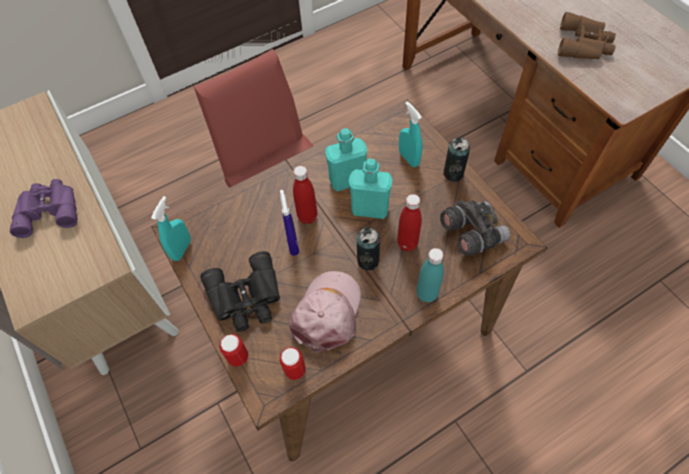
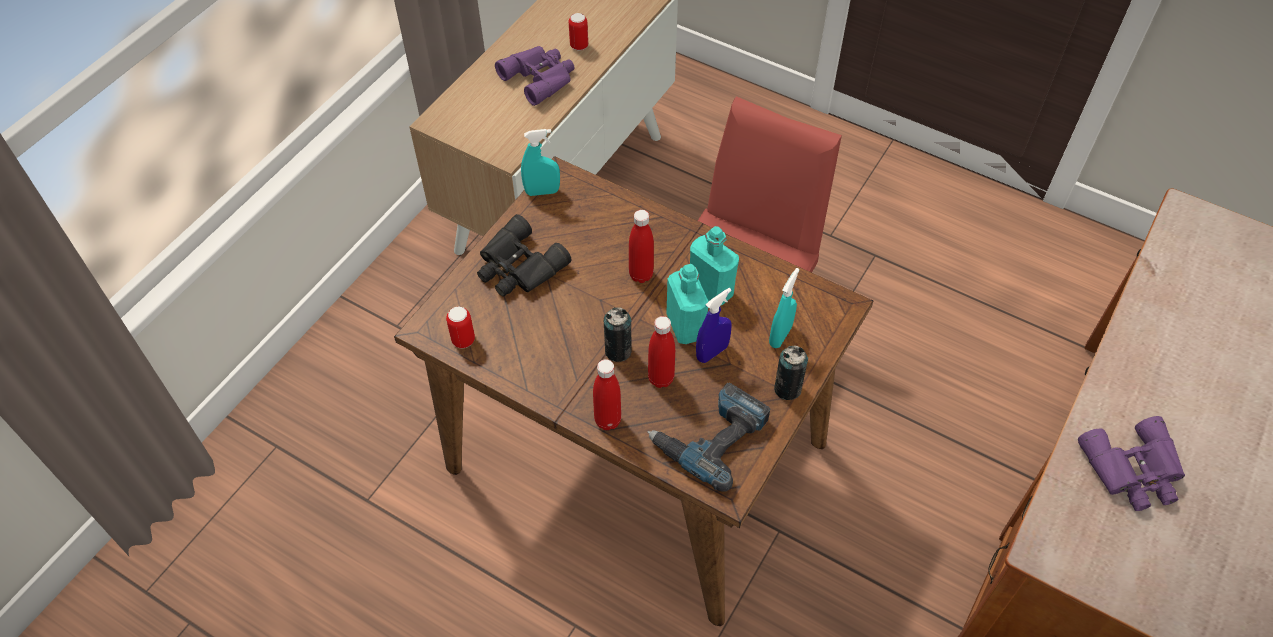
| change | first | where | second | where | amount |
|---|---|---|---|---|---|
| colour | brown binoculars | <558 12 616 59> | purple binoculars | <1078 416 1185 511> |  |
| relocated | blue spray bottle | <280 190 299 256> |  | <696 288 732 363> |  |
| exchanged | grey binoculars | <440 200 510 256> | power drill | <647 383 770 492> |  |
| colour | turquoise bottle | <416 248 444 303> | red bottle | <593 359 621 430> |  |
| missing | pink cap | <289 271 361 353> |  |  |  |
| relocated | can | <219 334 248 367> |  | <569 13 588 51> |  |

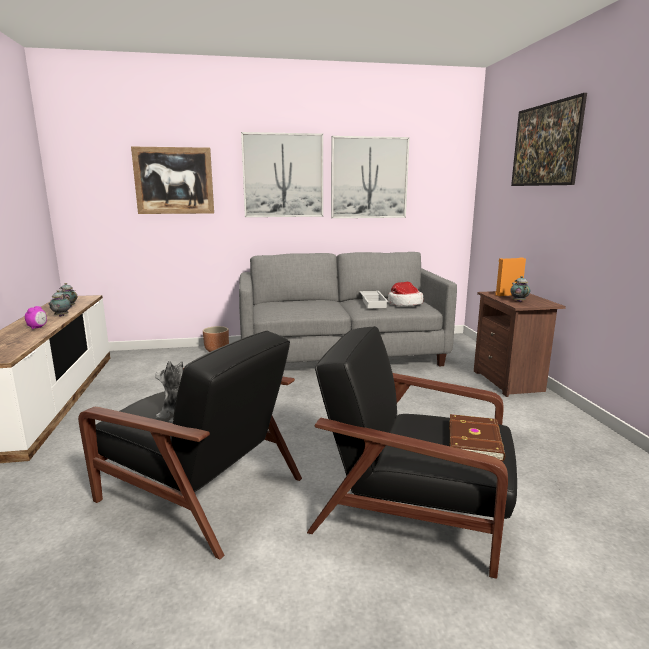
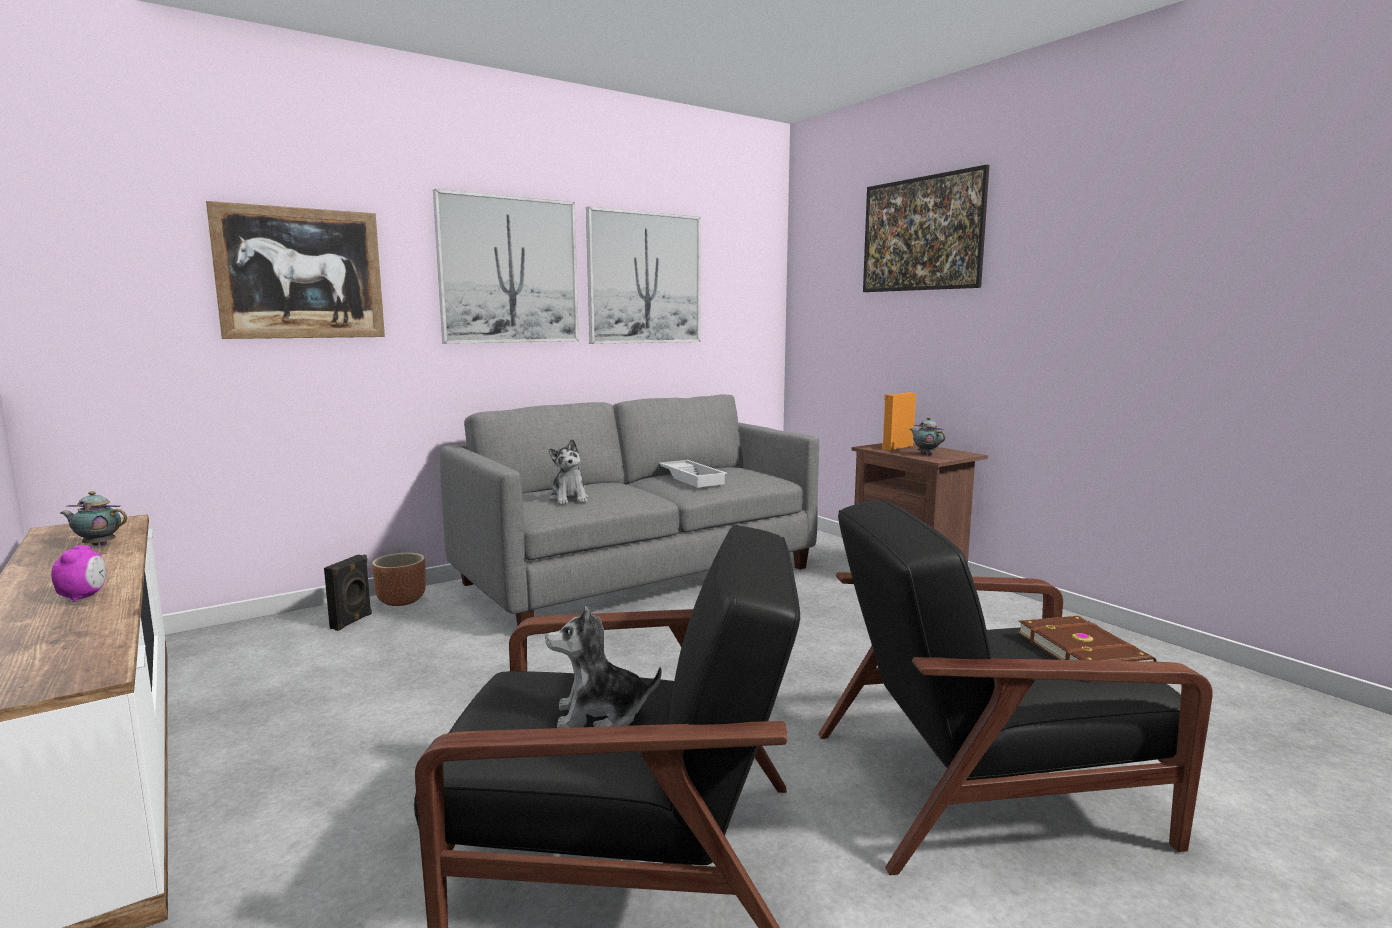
| change | first | where | second | where | amount |
|---|---|---|---|---|---|
| missing | hat | <388 282 423 306> |  |  |  |
| missing | teapot | <48 290 71 317> |  |  |  |
| appeared |  |  | plush toy | <549 439 588 505> |  |
| appeared |  |  | black speaker | <324 555 372 631> |  |

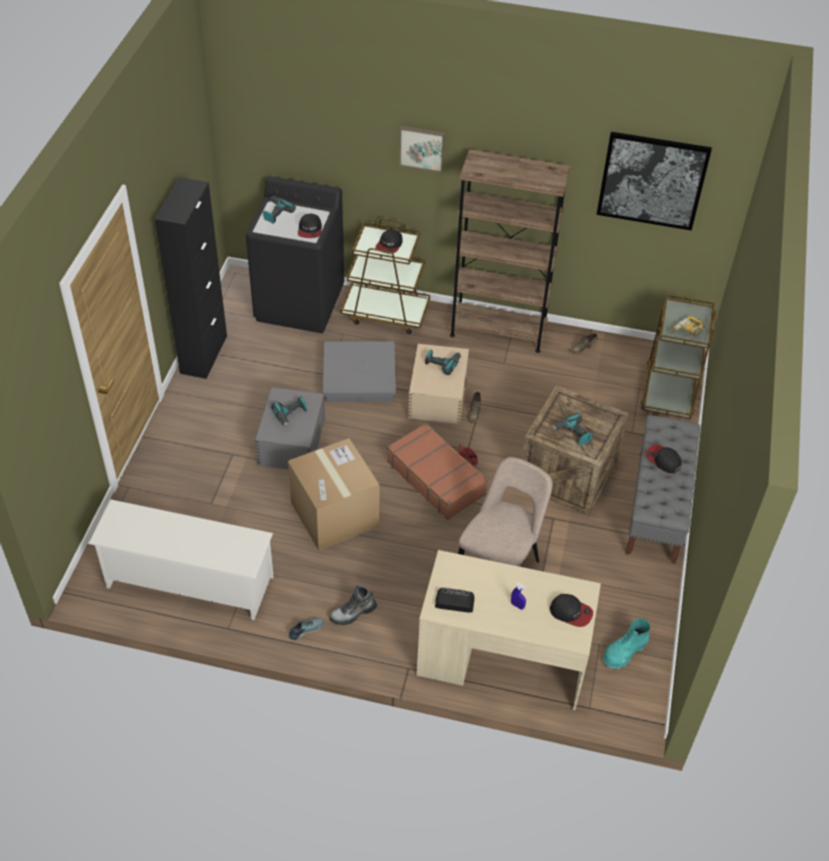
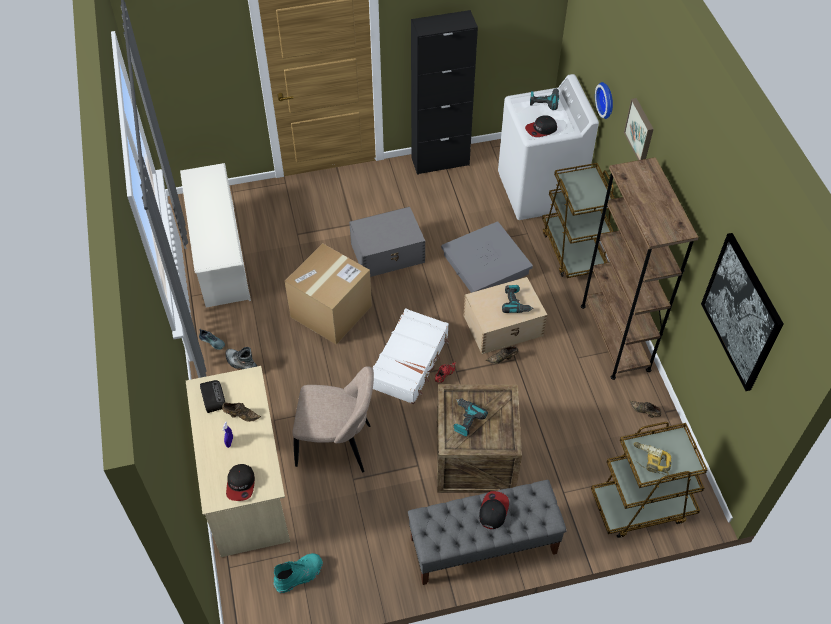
| change | first | where | second | where | amount |
|---|---|---|---|---|---|
| colour | black washing machine | <246 176 344 333> | white washing machine | <498 74 599 220> |  |
| missing | cap | <376 229 403 254> |  |  |  |
| missing | power drill | <271 396 307 427> |  |  |  |
| colour | brown suitcase | <387 423 488 520> | white suitcase | <373 308 449 404> |  |
| spun | turquoise boot | <603 618 651 670> |  | <273 553 323 593> | 120 degrees clockwise |
| appeared |  |  | wall clock | <595 82 613 119> |  |
| appeared |  |  | brown shoe | <222 402 261 422> |  |

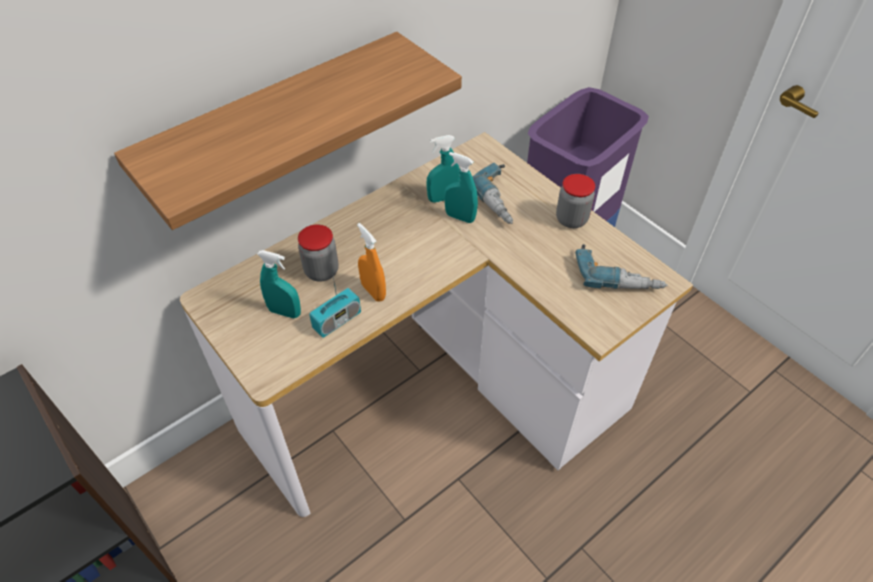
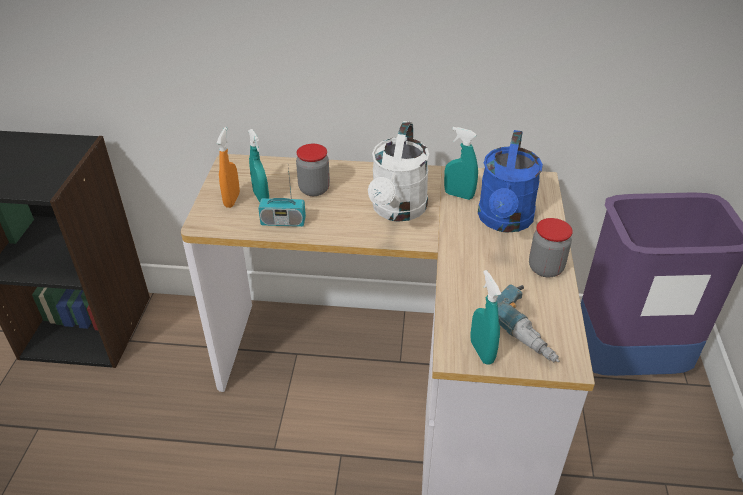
| change | first | where | second | where | amount |
|---|---|---|---|---|---|
| missing | shelf | <114 32 462 230> |  |  |  |
| relocated | turquoise spray bottle | <444 152 478 223> |  | <471 270 501 365> |  |
| exchanged | power drill | <473 163 513 224> | blue watering can | <478 130 543 233> |  |
| relocated | orange spray bottle | <357 223 386 302> |  | <217 127 240 208> |  |
| appeared |  |  | white watering can | <368 121 429 222> |  |

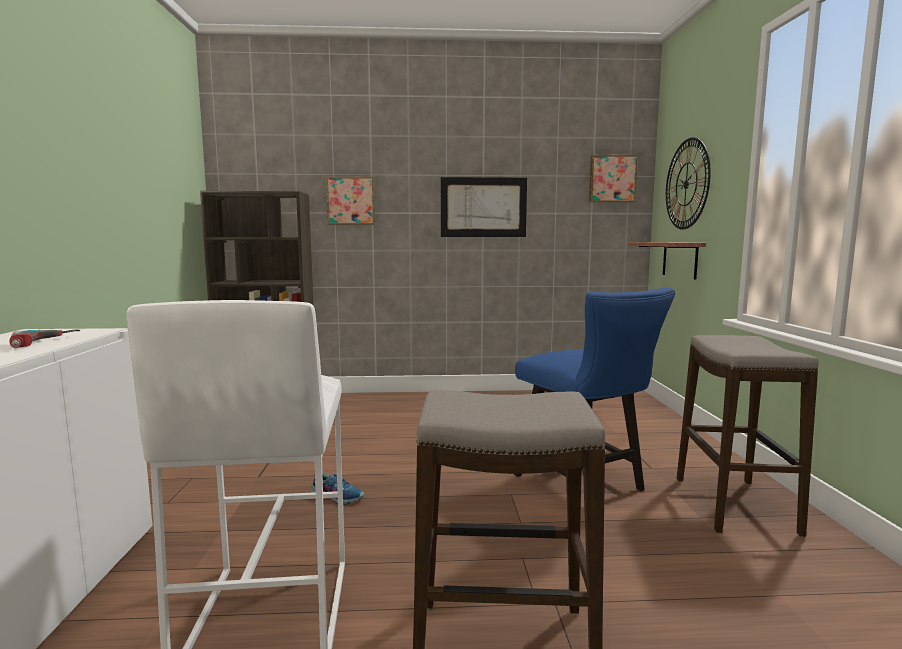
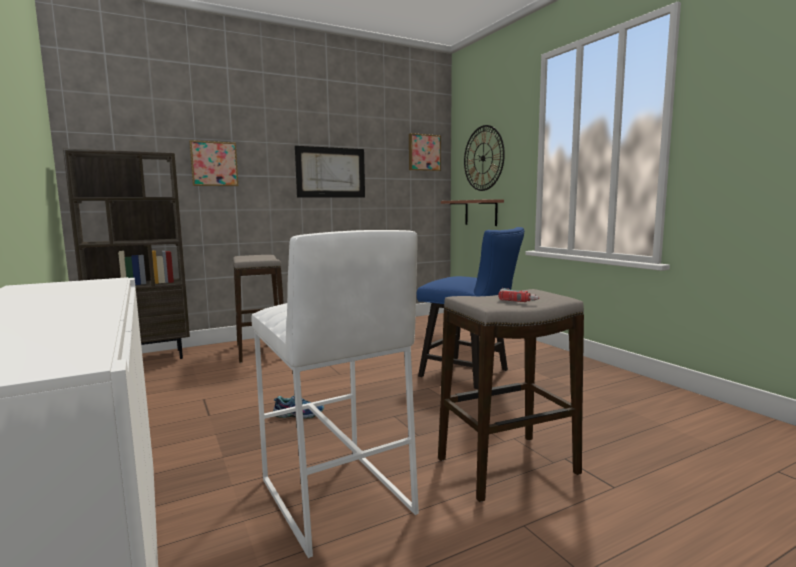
| change | first | where | second | where | amount |
|---|---|---|---|---|---|
| relocated | power drill | <9 330 80 348> |  | <498 288 539 302> |  |
| relocated | stool | <676 335 819 537> |  | <233 255 284 363> |  |

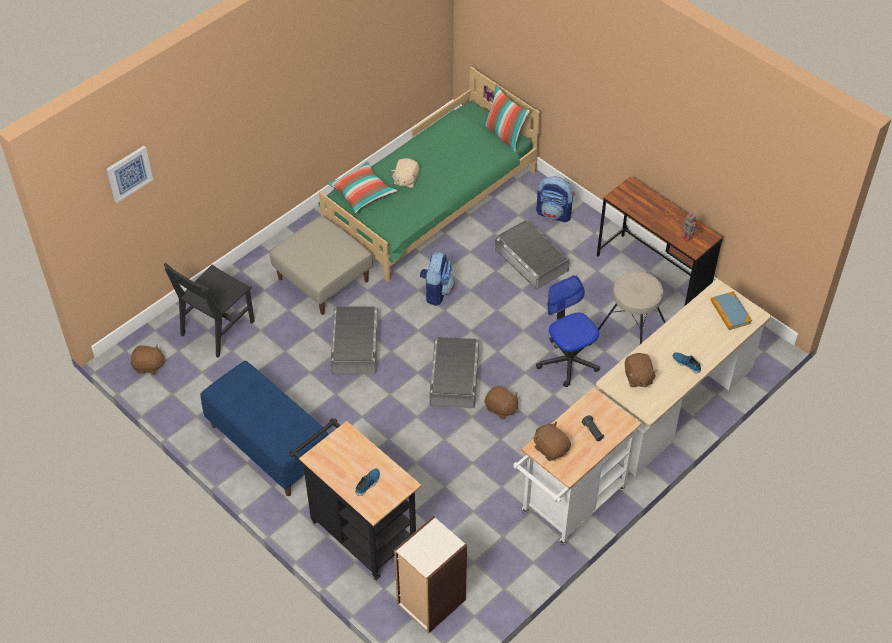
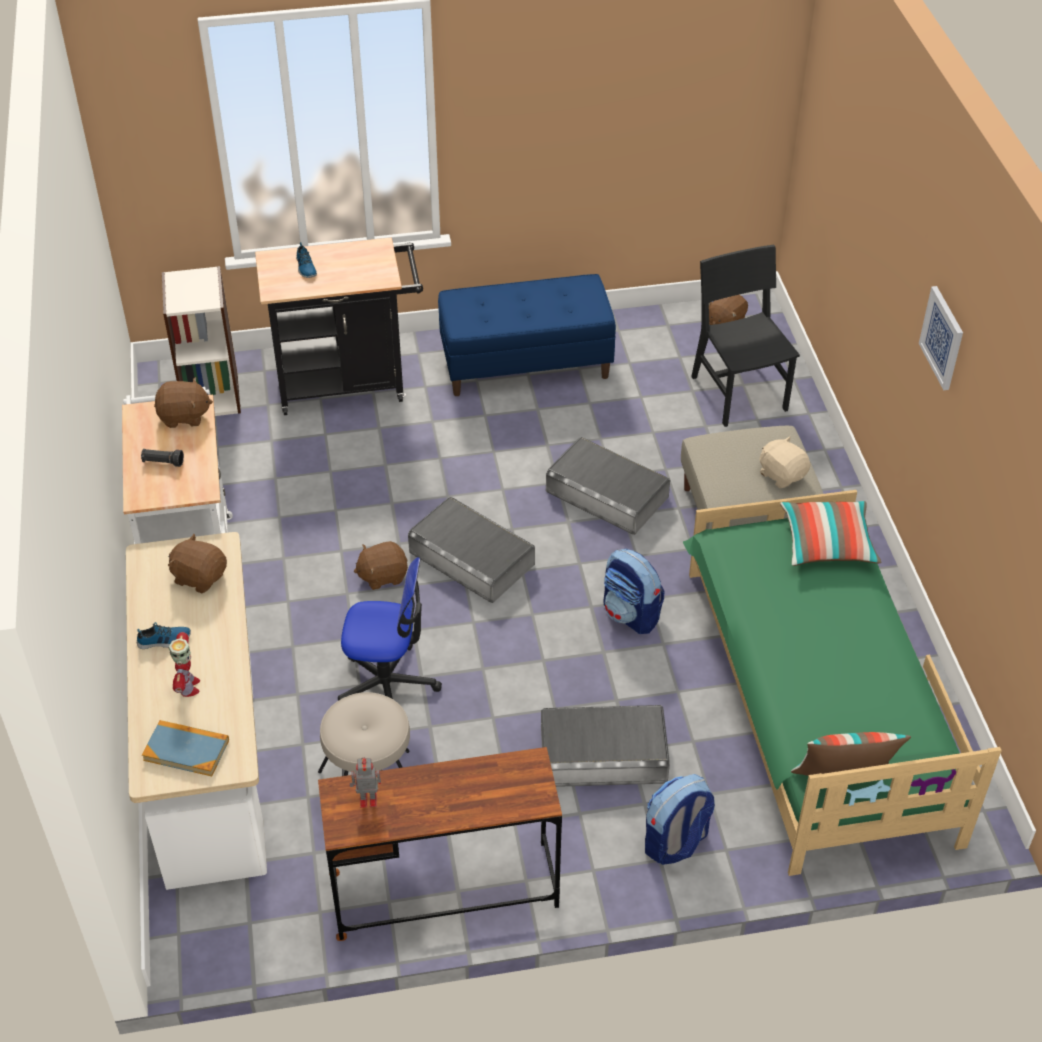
| change | first | where | second | where | amount |
|---|---|---|---|---|---|
| relocated | picture | <107 146 153 203> |  | <919 286 963 390> |  |
| relocated | beige plush toy | <391 158 419 188> |  | <760 436 810 488> |  |
| appeared |  |  | toy robot | <169 632 200 697> |  |

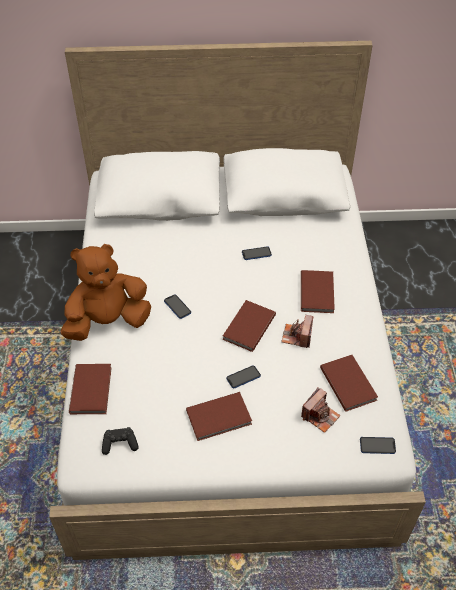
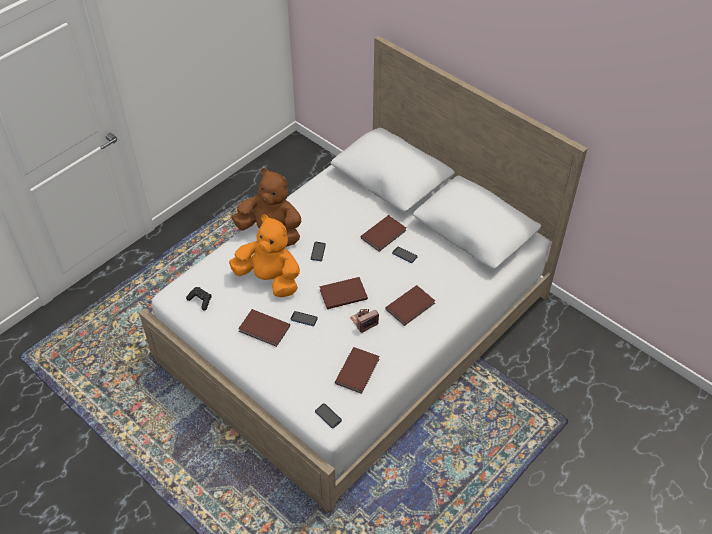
| change | first | where | second | where | amount |
|---|---|---|---|---|---|
| relocated | brown book | <69 364 112 414> |  | <361 215 406 252> |  |
| missing | photo camera | <301 387 340 433> |  |  |  |
| appeared |  |  | orange plush toy | <229 215 300 297> |  |

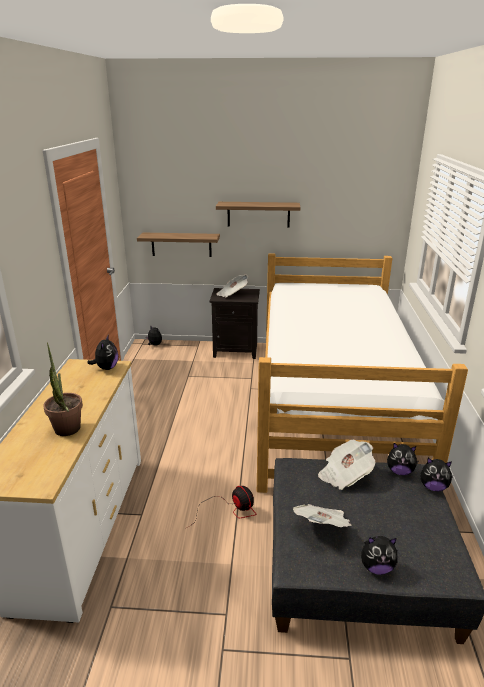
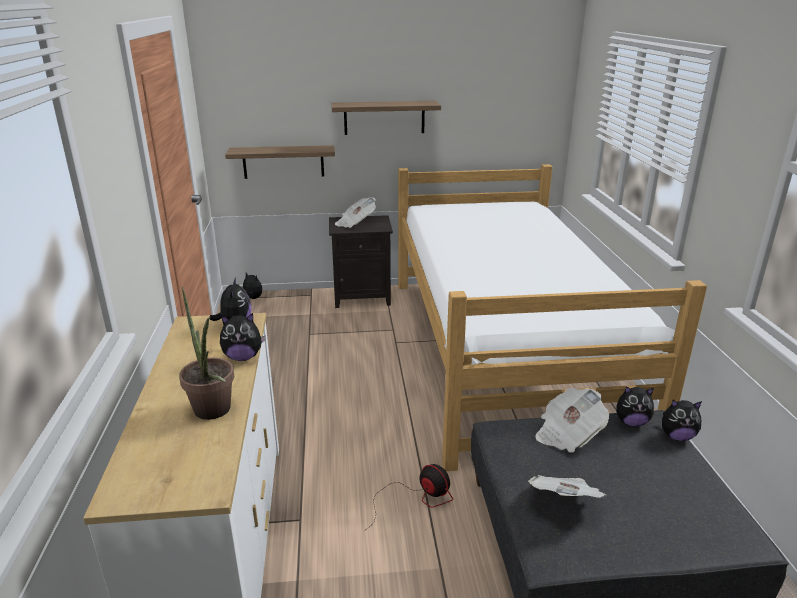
| change | first | where | second | where | amount |
|---|---|---|---|---|---|
| relocated | plush toy | <361 536 397 575> |  | <220 313 266 361> |  |

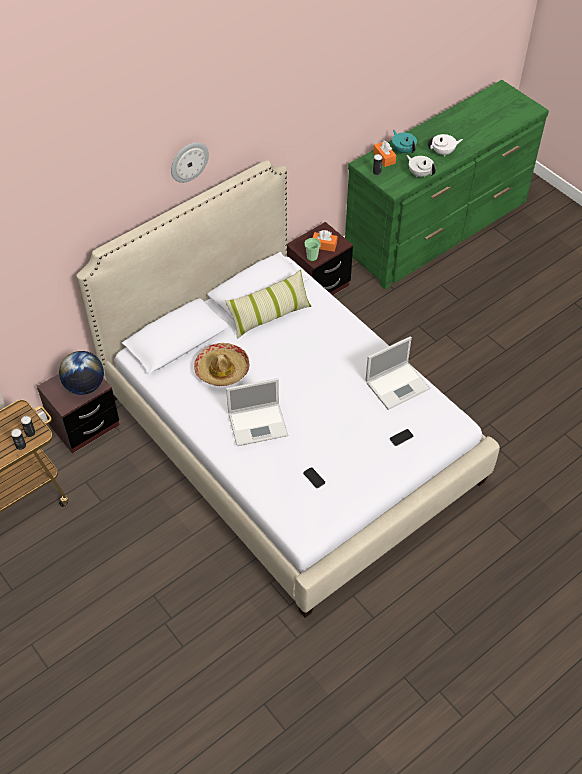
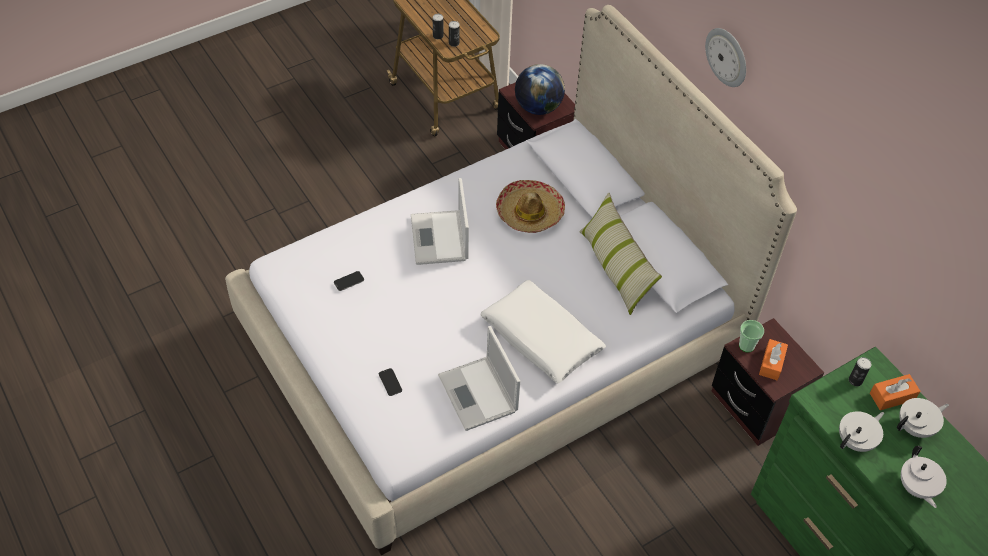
| change | first | where | second | where | amount |
|---|---|---|---|---|---|
| colour | turquoise teapot | <392 130 417 154> | white teapot | <897 398 949 438> |  |
| appeared |  |  | white pillow | <481 280 606 383> |  |

